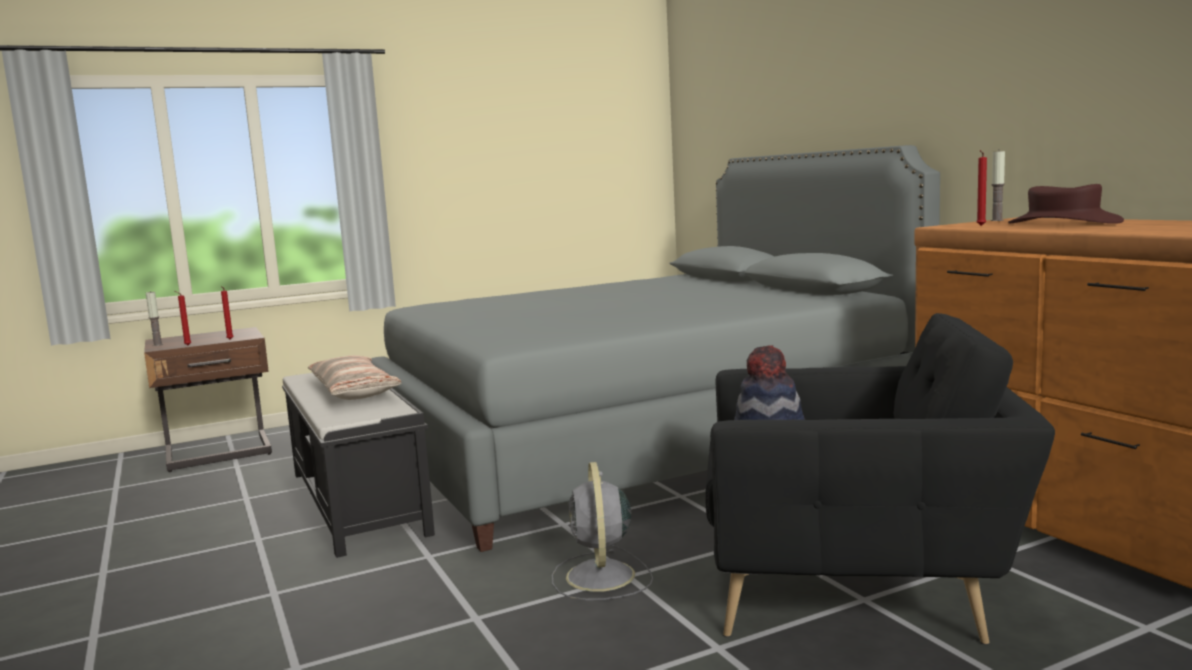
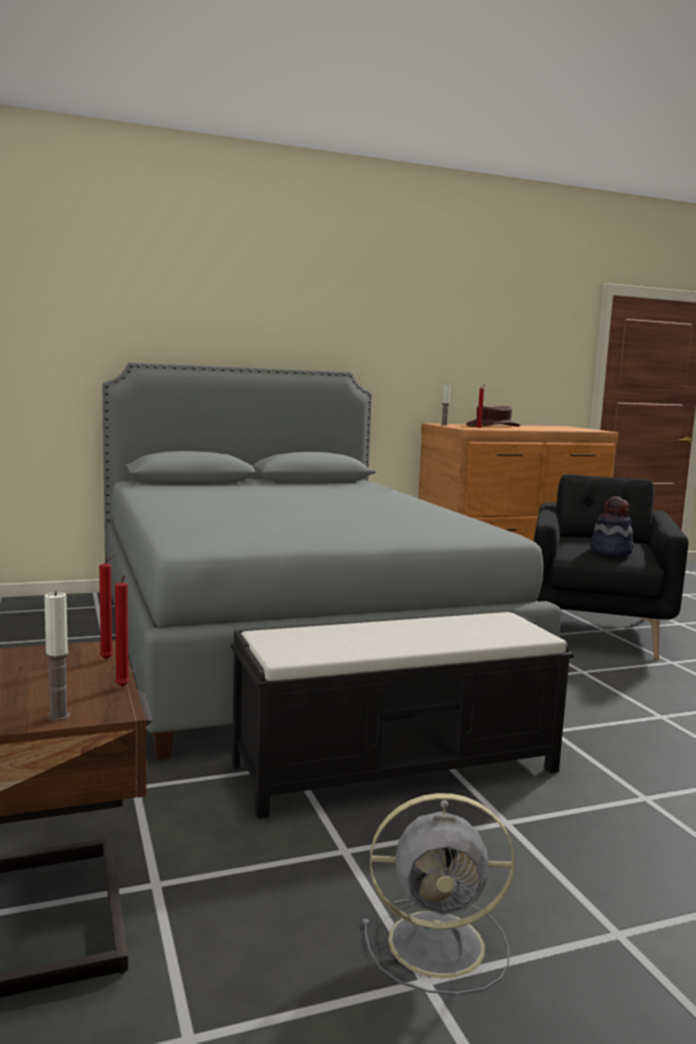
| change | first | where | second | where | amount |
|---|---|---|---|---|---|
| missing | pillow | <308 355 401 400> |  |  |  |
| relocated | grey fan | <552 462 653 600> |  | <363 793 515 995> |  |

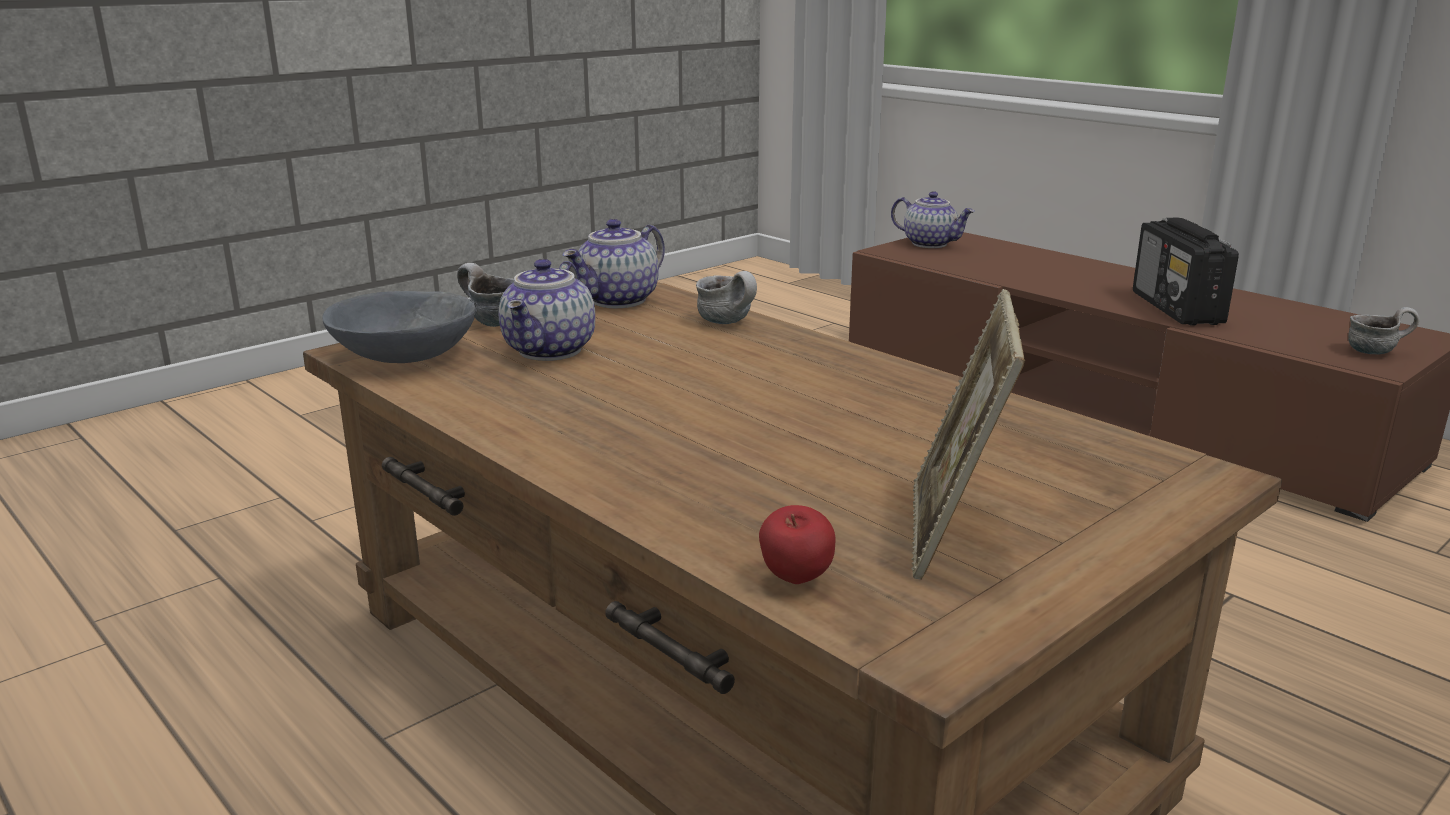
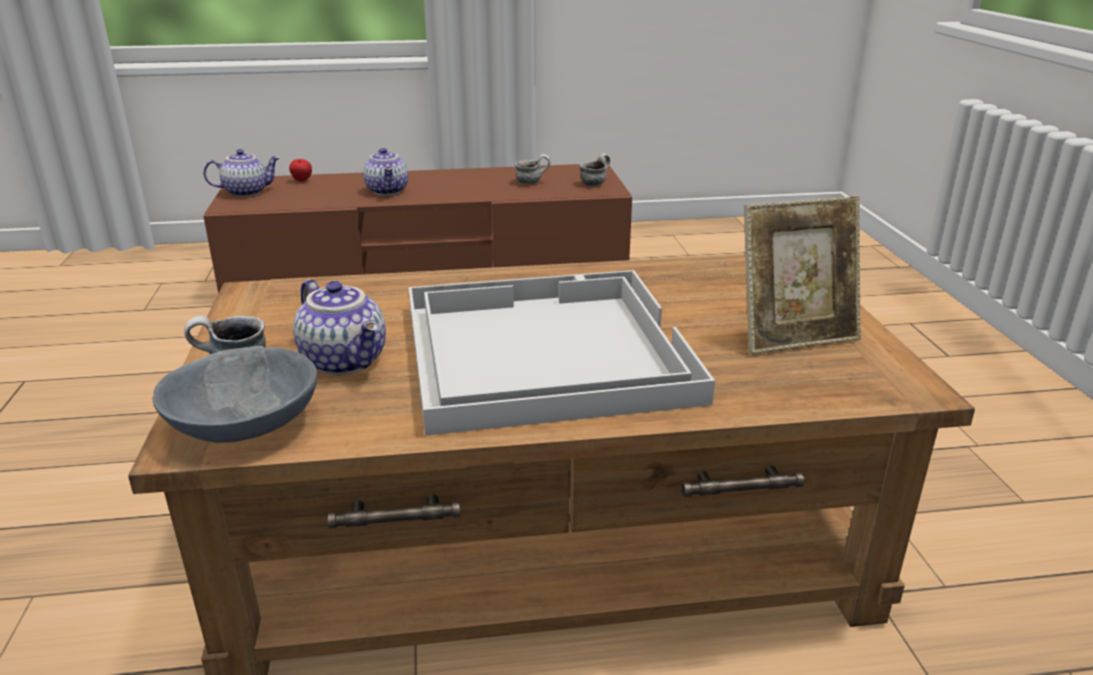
| change | first | where | second | where | amount |
|---|---|---|---|---|---|
| missing | radio | <1133 217 1239 326> |  |  |  |
| relocated | teapot | <562 219 665 308> |  | <363 148 408 195> |  |
| relocated | mug | <696 271 757 324> |  | <515 154 551 184> |  |
| spun | picture frame | <911 289 1025 580> |  | <744 196 861 355> | 60 degrees counterclockwise |
| relocated | apple | <759 505 835 584> |  | <289 159 312 182> |  |
| appeared |  |  | white tray | <409 270 715 436> |  |

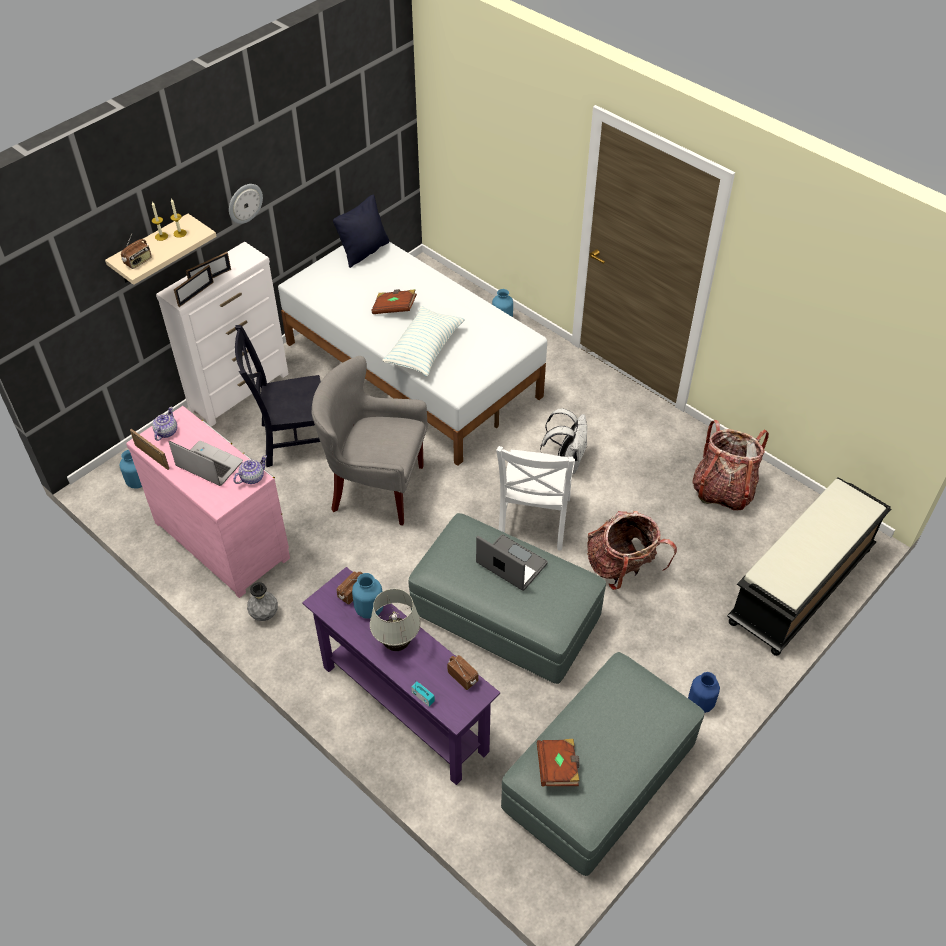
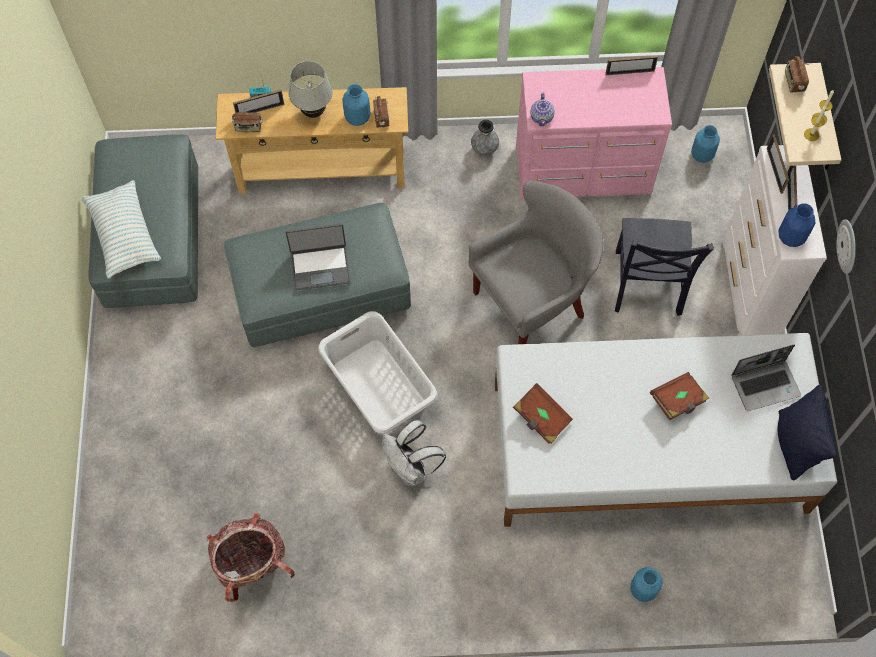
| change | first | where | second | where | amount |
|---|---|---|---|---|---|
| relocated | pillow | <382 306 464 377> |  | <82 180 161 279> |  |
| spun | black chair | <235 325 321 467> |  | <615 218 714 316> | 150 degrees clockwise |
| missing | teapot | <152 407 177 441> |  |  |  |
| relocated | laptop | <168 441 243 486> |  | <731 344 801 411> |  |
| exchanged | white chair | <496 446 575 551> | white laundry basket | <318 311 438 434> |  |
| missing | black bench | <727 477 891 656> |  |  |  |
| missing | backpack | <587 511 677 590> |  |  |  |
| colour | purple console table | <302 567 500 785> | beige console table | <216 87 408 194> |  |
| relocated | blue vase | <688 672 720 713> |  | <778 203 815 247> |  |
| relocated | brown book | <537 739 579 787> |  | <513 383 573 443> |  |
| appeared |  |  | picture frame | <233 90 284 113> |  |

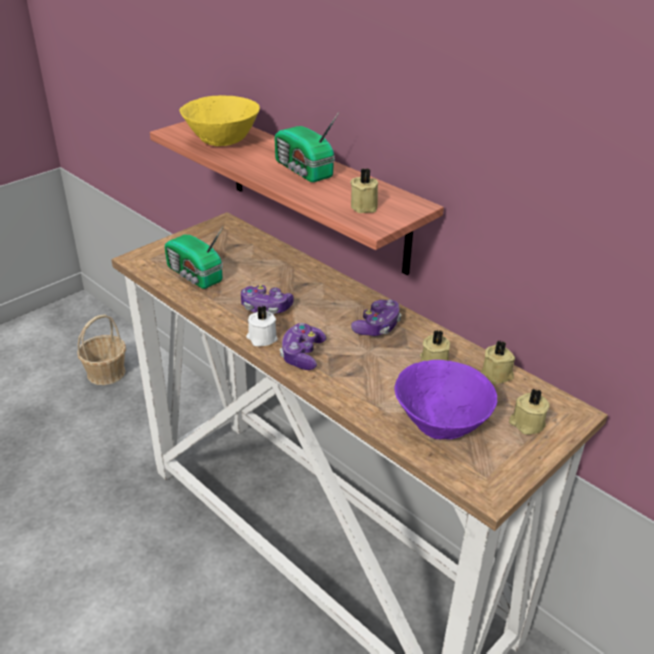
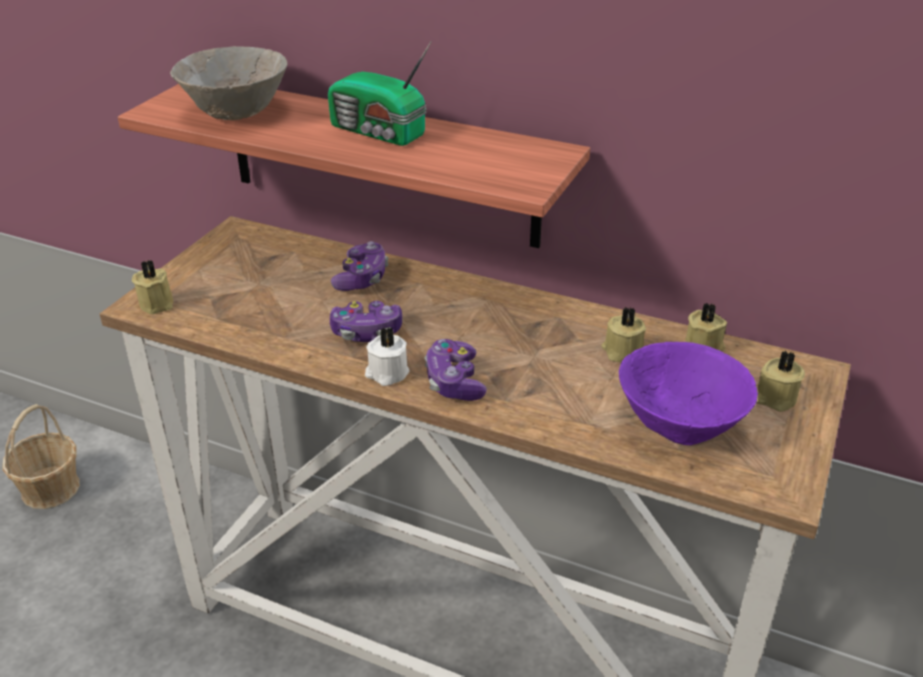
| change | first | where | second | where | amount |
|---|---|---|---|---|---|
| colour | yellow bowl | <180 95 260 146> | grey bowl | <170 46 288 120> |  |
| relocated | beige candle | <350 168 378 213> |  | <132 260 173 314> |  |
| missing | radio | <165 227 223 289> |  |  |  |
| relocated | game controller | <351 299 402 336> |  | <331 241 388 291> |  |

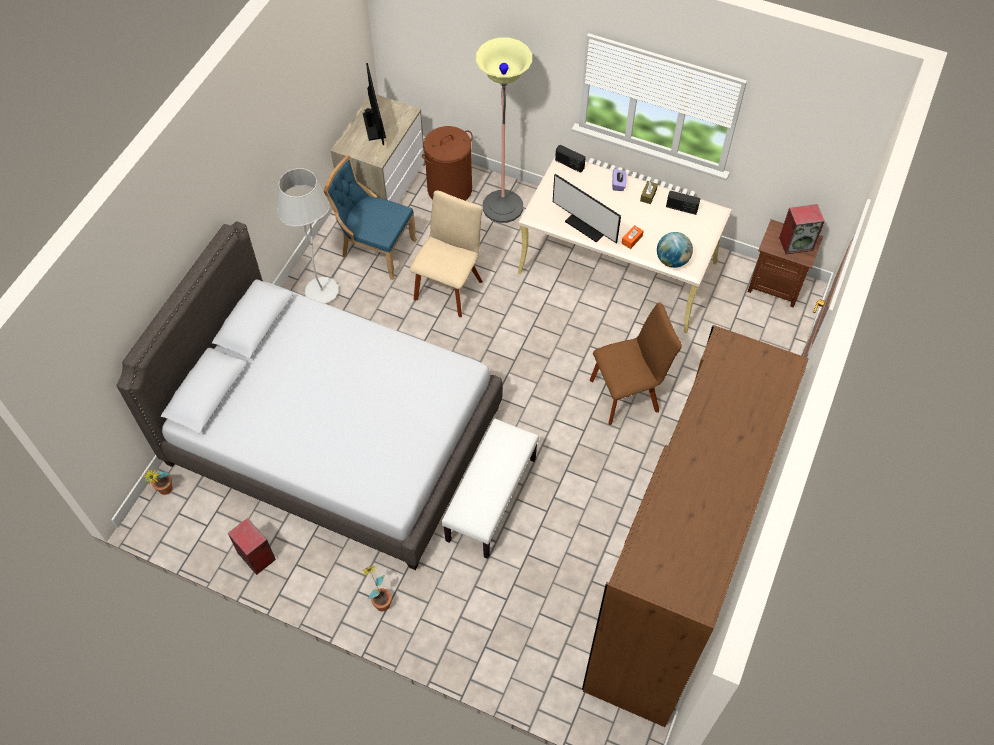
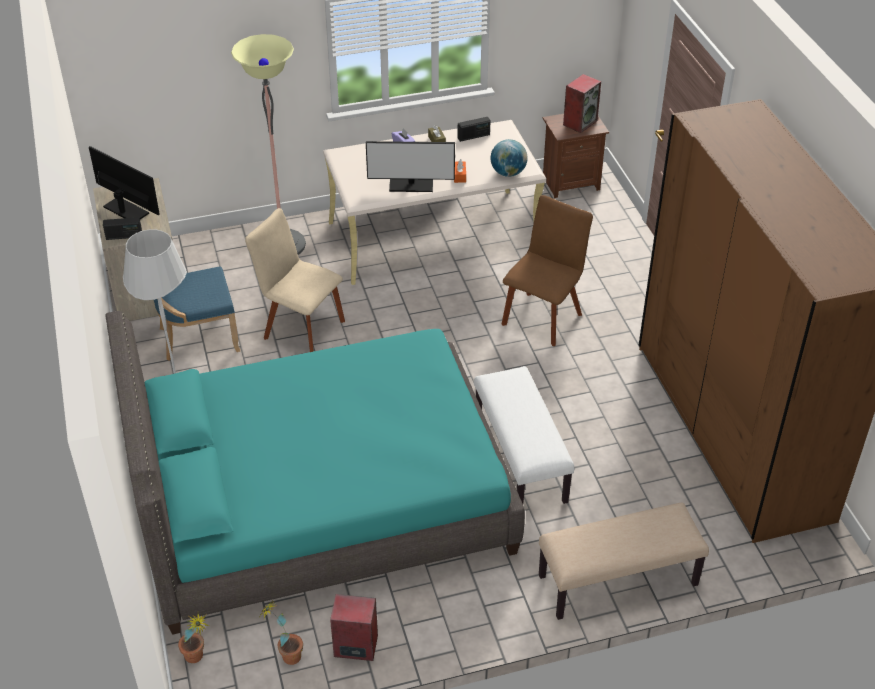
| change | first | where | second | where | amount |
|---|---|---|---|---|---|
| missing | brown laundry basket | <422 126 473 201> |  |  |  |
| relocated | radio | <555 145 586 172> |  | <103 217 142 240> |  |
| spun | beige chair | <410 191 483 317> |  | <245 208 345 352> | 45 degrees counterclockwise |
| colour | grey bed | <116 221 503 570> | turquoise bed | <105 311 525 635> |  |
| relocated | potted plant | <362 566 392 611> |  | <260 601 303 665> |  |
| appeared |  |  | beige bench | <539 503 709 620> |  |

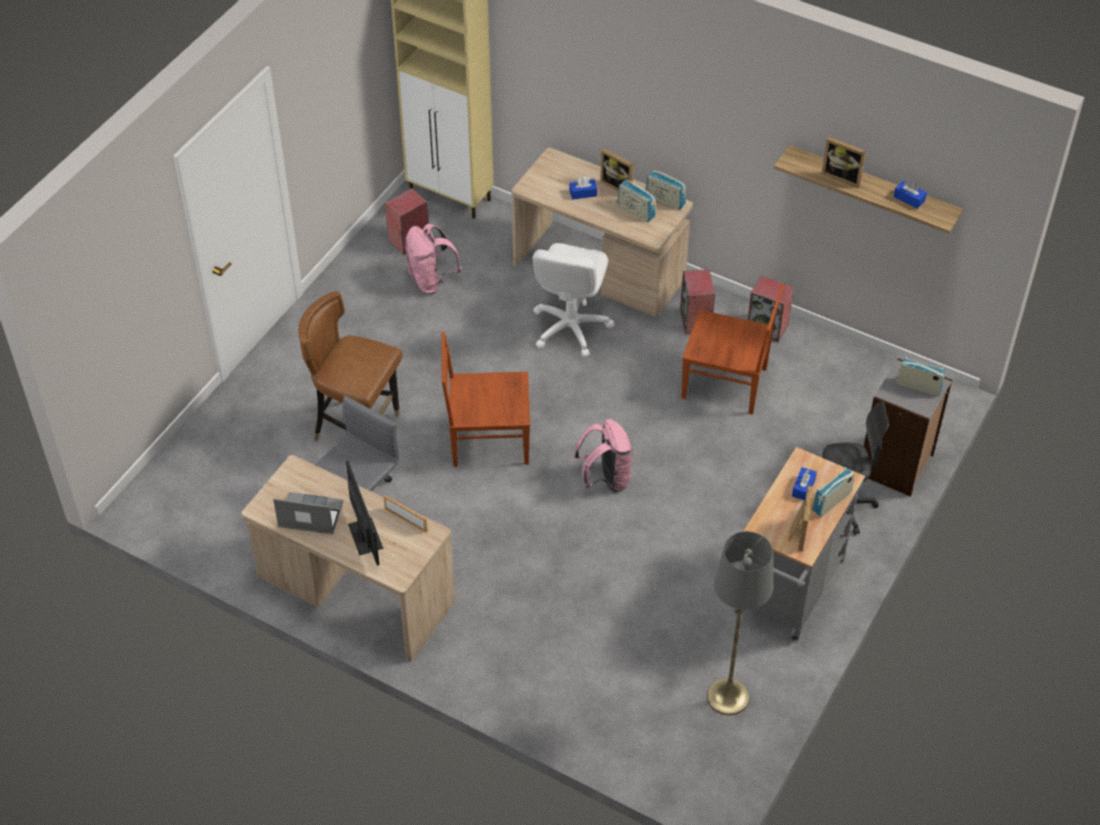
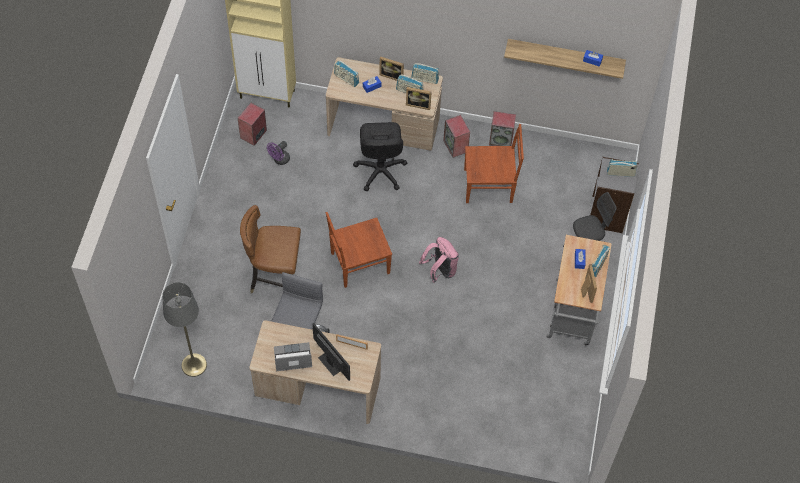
| change | first | where | second | where | amount |
|---|---|---|---|---|---|
| relocated | picture frame | <822 137 866 188> |  | <406 87 432 110> |  |
| exchanged | pink backpack | <405 224 462 294> | purple fan | <267 141 290 165> |  |
| colour | white office chair | <533 243 614 357> | black office chair | <353 122 407 191> |  |
| relocated | grey floor lamp | <707 531 773 715> |  | <162 282 207 377> |  |
| appeared |  |  | radio | <334 61 359 87> |  |

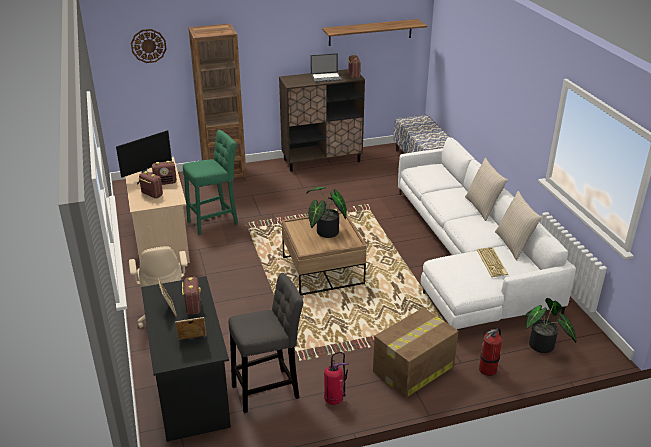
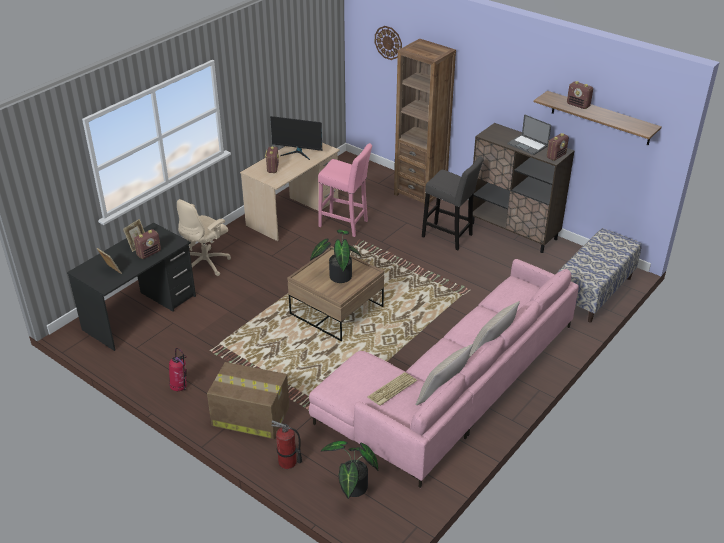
| change | first | where | second | where | amount |
|---|---|---|---|---|---|
| colour | green stool | <183 130 238 235> | pink stool | <318 143 372 237> |  |
| colour | white sofa | <398 137 576 330> | pink sofa | <309 259 579 488> |  |
| relocated | radio | <152 161 177 185> |  | <567 81 593 109> |  |
| relocated | grey stool | <229 273 303 413> |  | <422 156 484 250> |  |

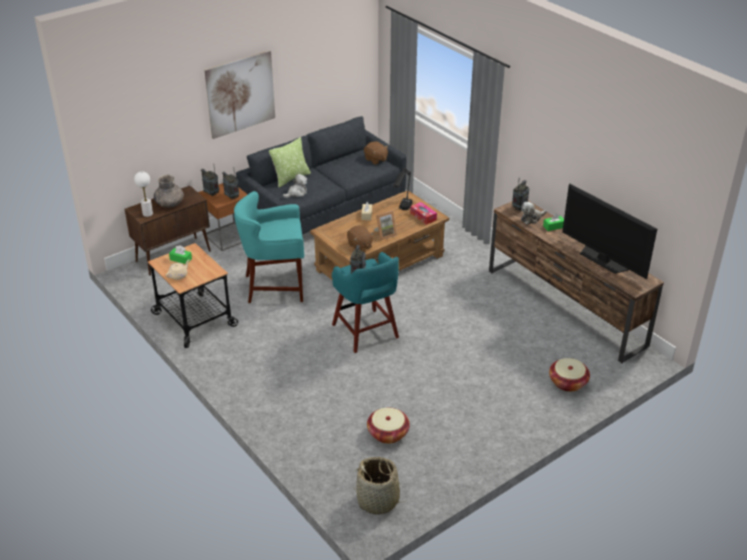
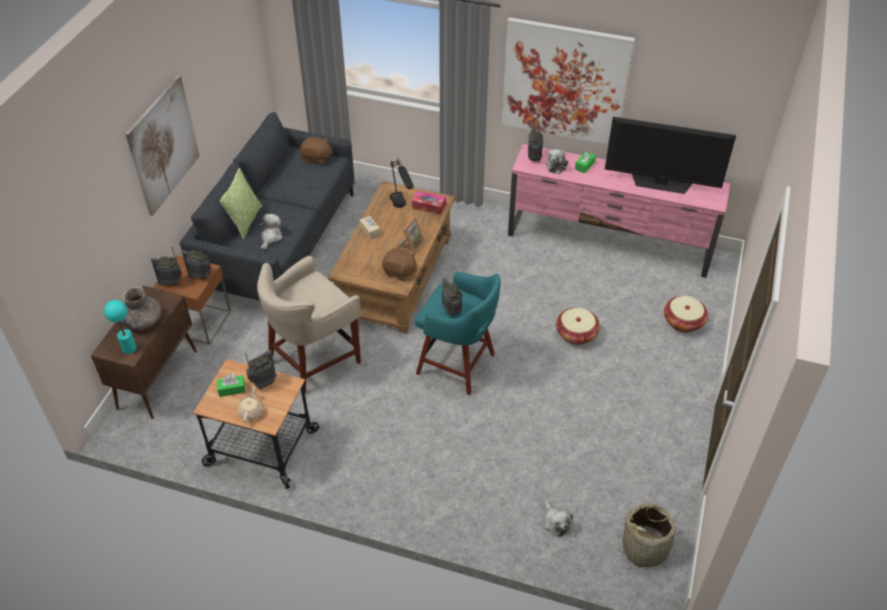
| change | first | where | second | where | amount |
|---|---|---|---|---|---|
| colour | white table lamp | <134 171 153 217> | turquoise table lamp | <104 300 137 354> |  |
| colour | turquoise stool | <234 191 304 303> | beige stool | <257 256 361 394> |  |
| colour | brown tv stand | <489 201 664 363> | pink tv stand | <508 144 730 278> |  |
| relocated | basket | <367 407 410 444> |  | <556 308 600 345> |  |
| appeared |  |  | picture | <502 17 635 145> |  |
| appeared |  |  | radio | <245 350 277 390> |  |
| appeared |  |  | plush toy | <544 499 573 537> |  |

